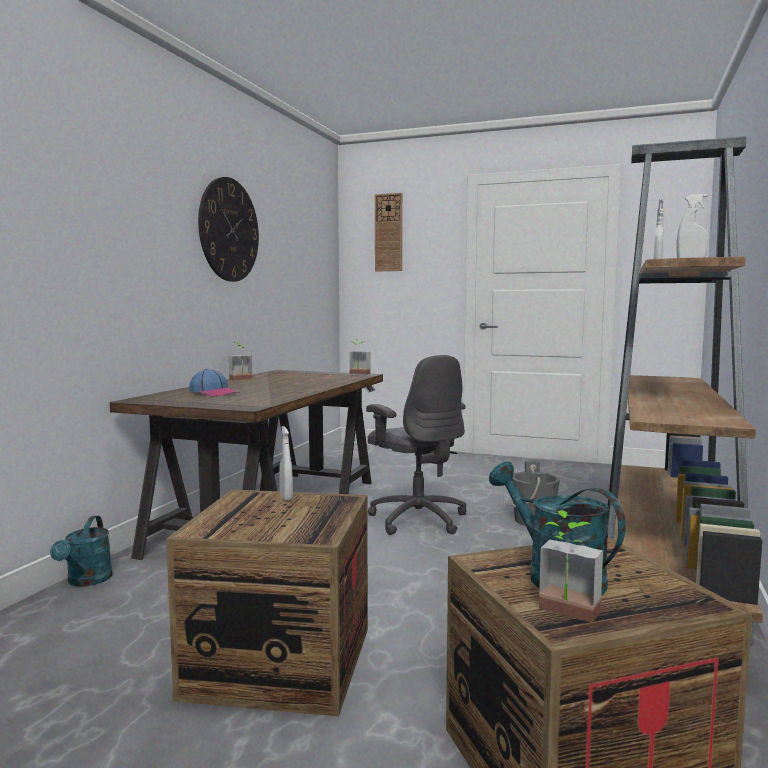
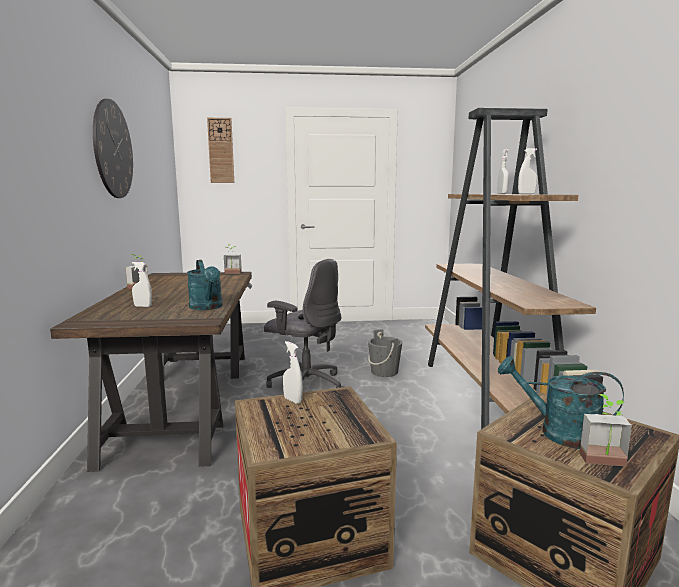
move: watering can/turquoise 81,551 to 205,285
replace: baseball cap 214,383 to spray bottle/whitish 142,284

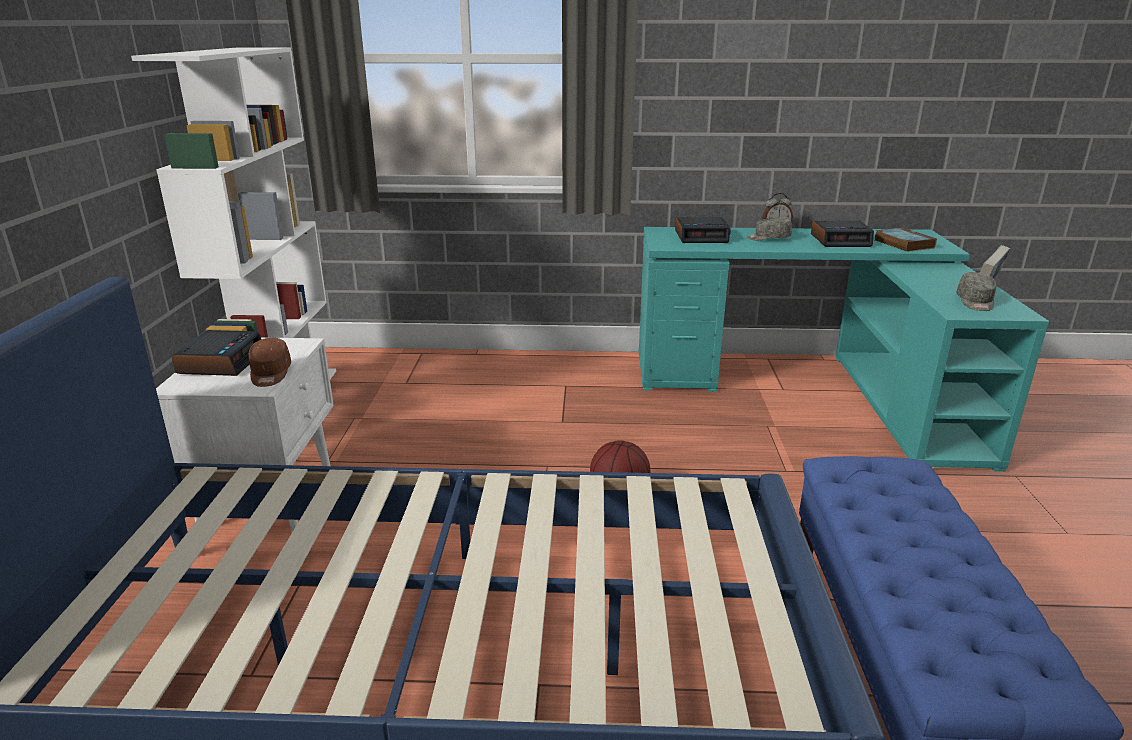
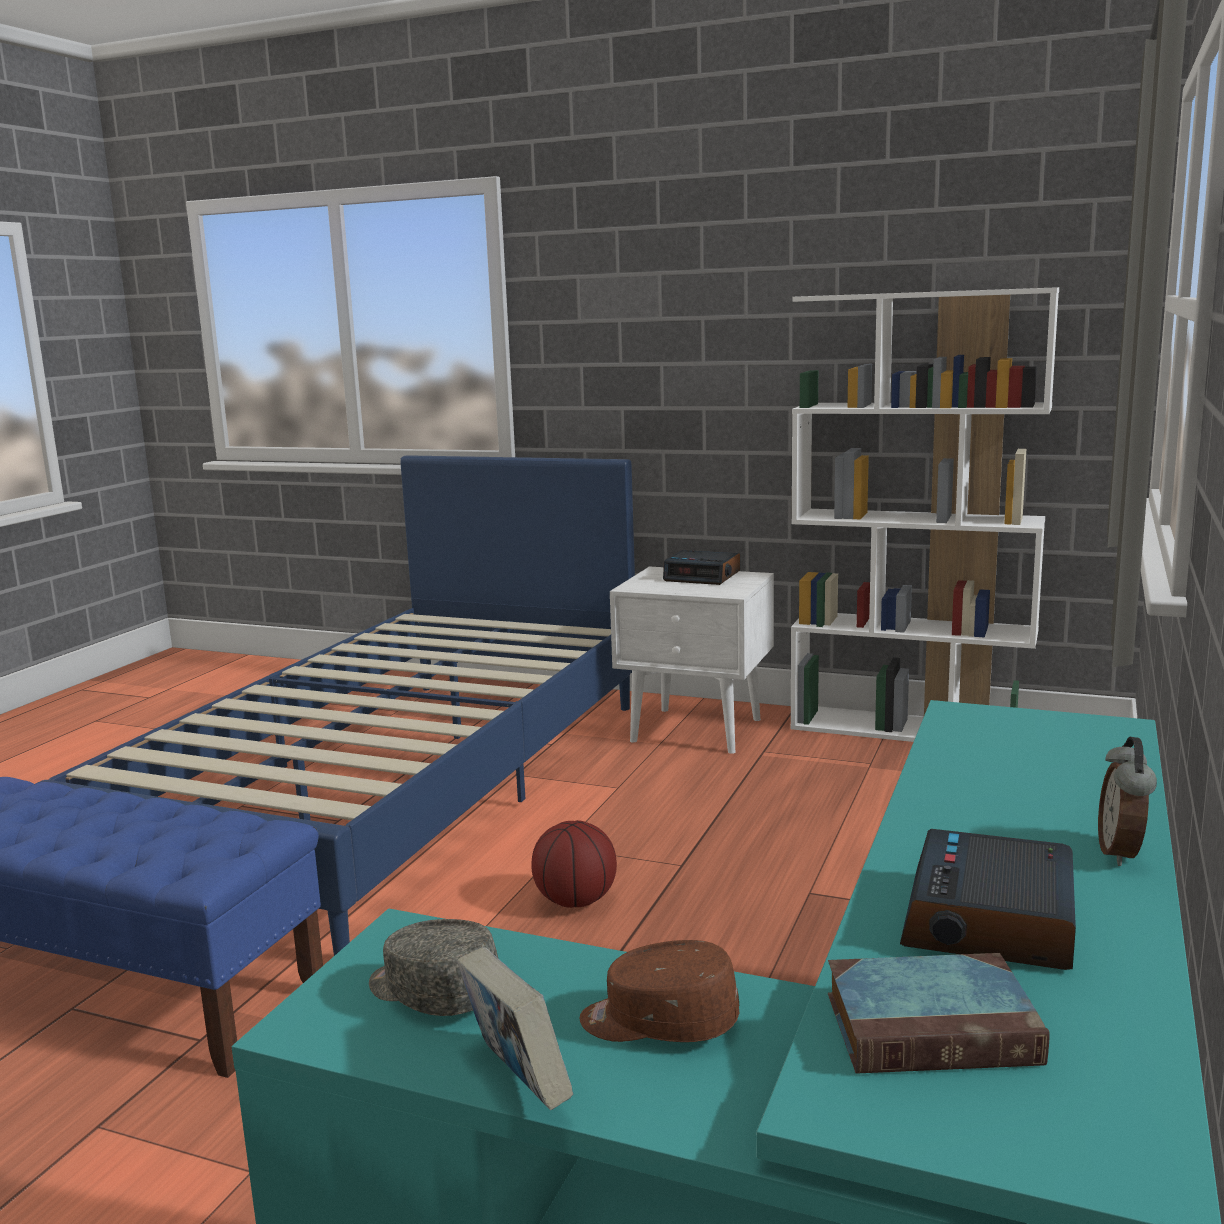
delete: bedside clock 703,230; baseball cap/gray 769,228
move: baseball cap/brownish 270,362 to 659,991

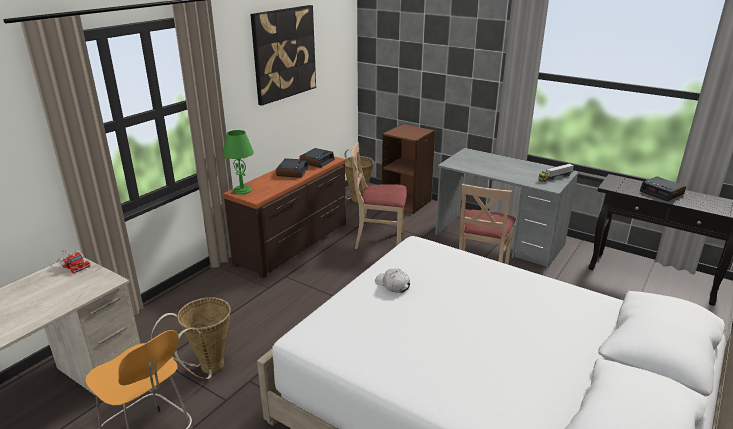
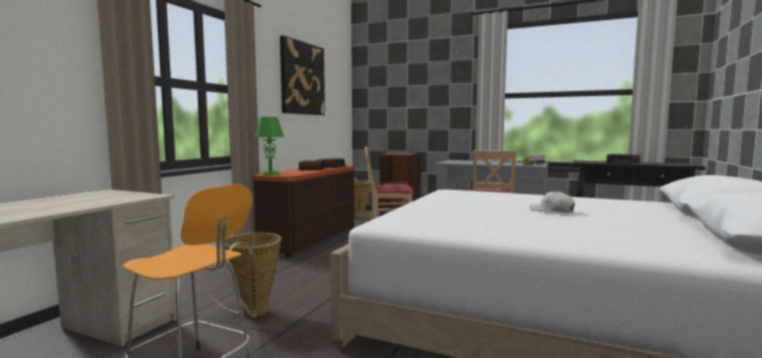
delete: toy truck 74,261
move: baseball cap/whitish 392,280 to 552,202

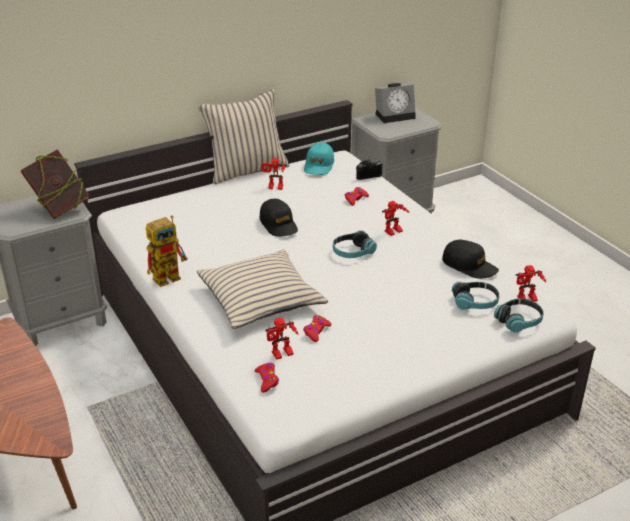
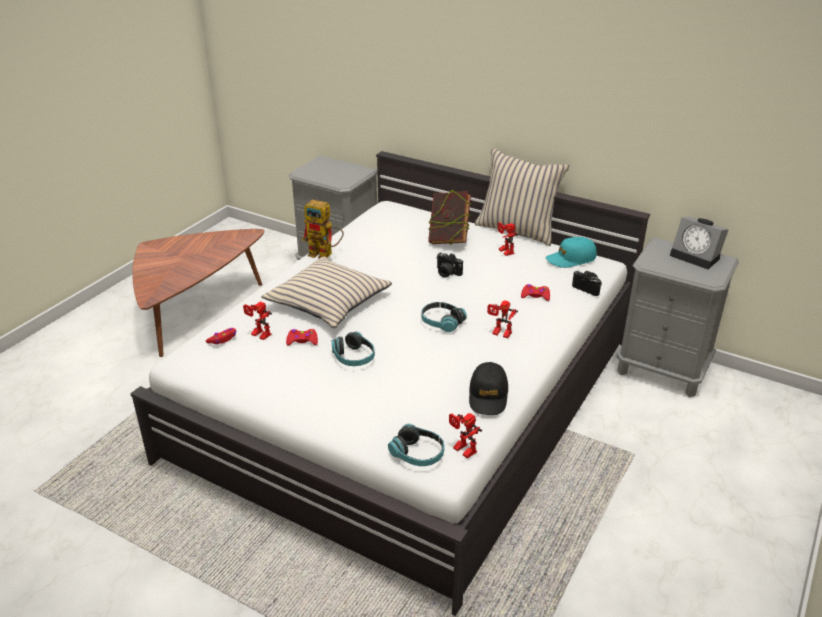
move: pair of headphones 475,296 to 353,348; bound book 55,184 to 449,217
replace: baseball cap/blackish 279,218 to photo camera 449,265

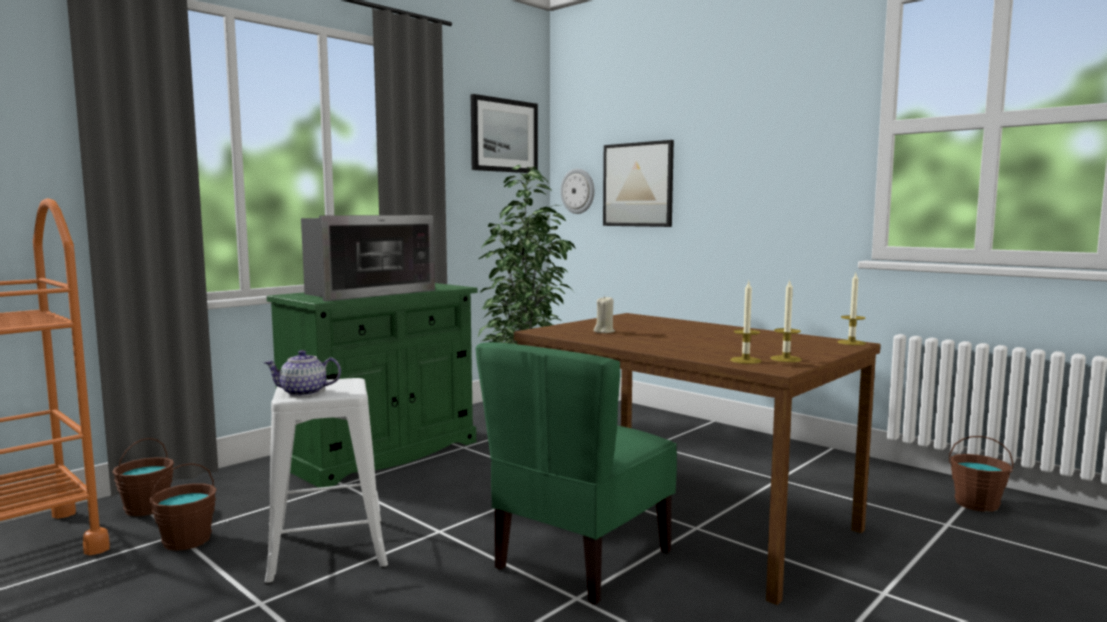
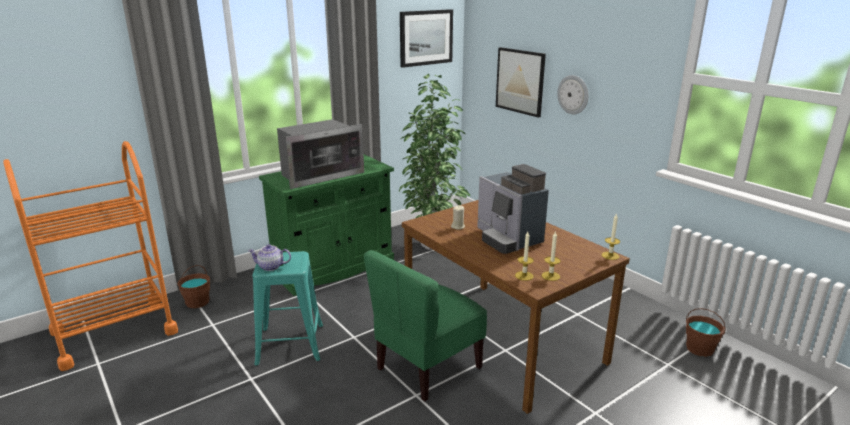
delete: pail/brownish 183,507
insert: coffee maker 513,209
move: hanging clock 577,191 to 573,94
recolor: stool/whitish 326,481 to stool/turquoise 287,309

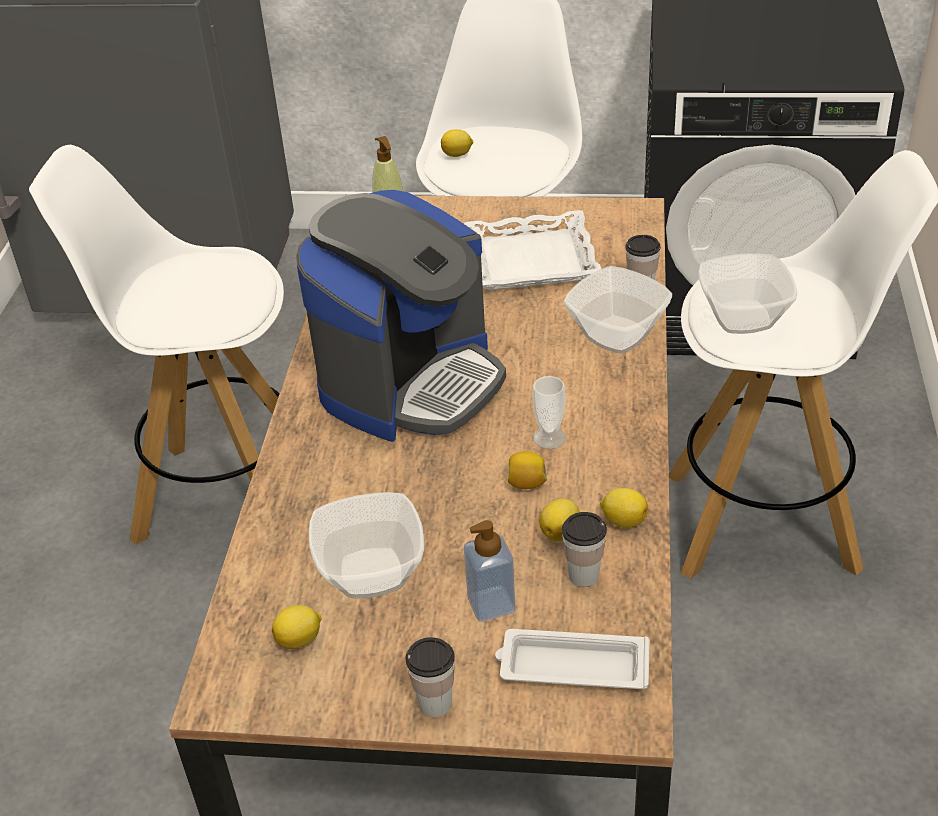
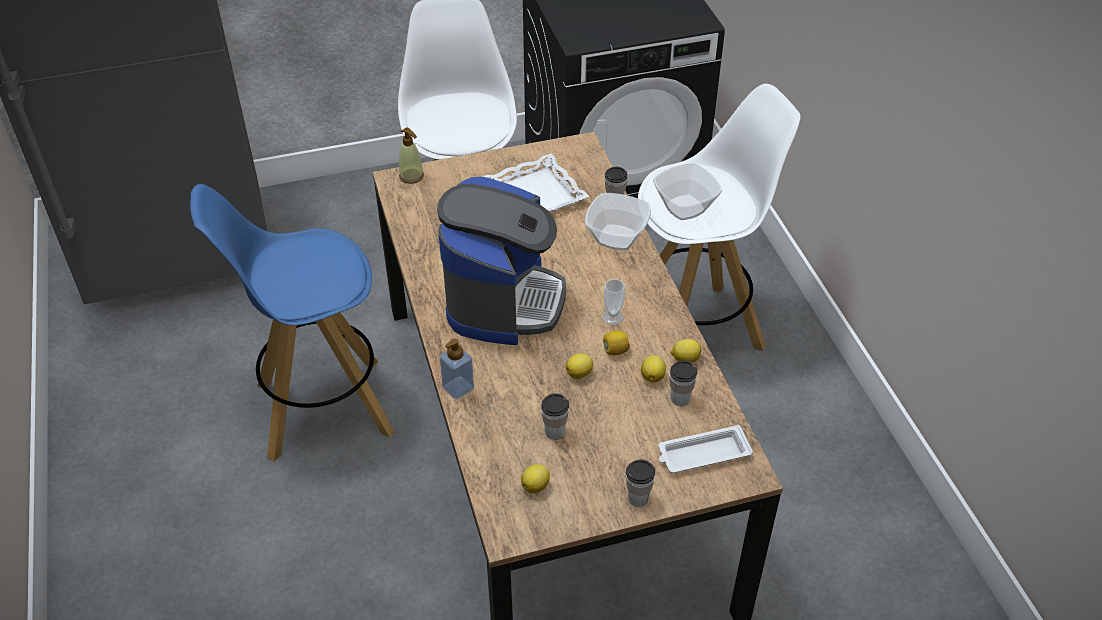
move: soap dispenser 489,571 to 457,369; citrus fruit 457,143 to 579,366
replace: bowl 366,545 to cup 555,416
recolor: stool/whitish 156,345 to stool/blue-coloured 292,323

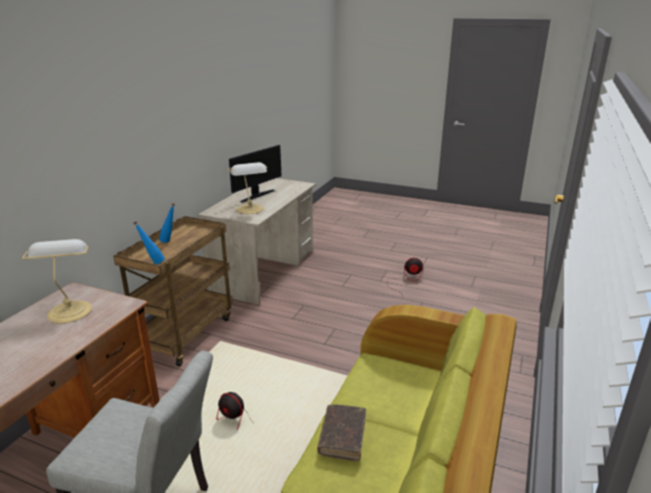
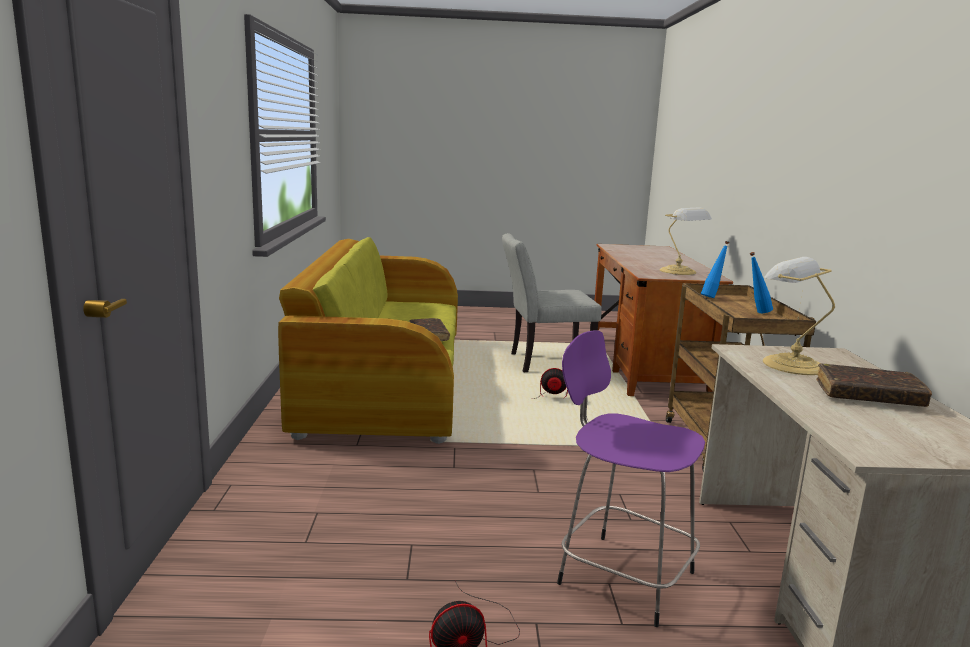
insert: stool/purple 631,478
replace: computer display 255,174 to bound book/brownish 874,385

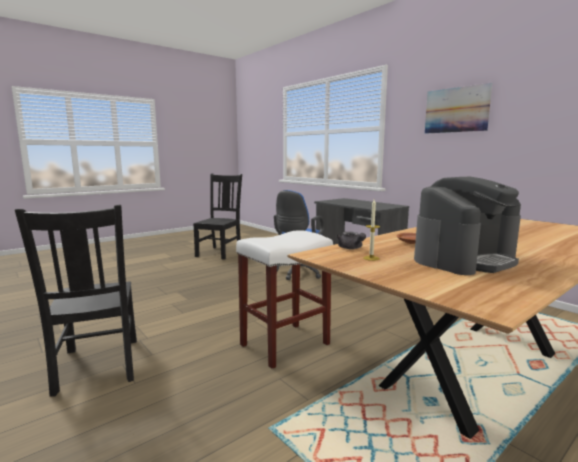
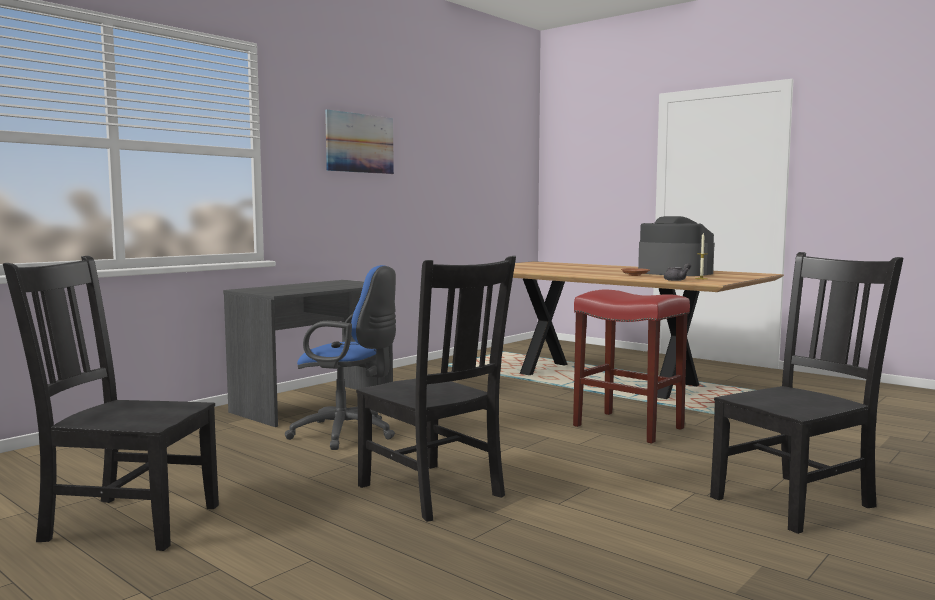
insert: chair/blackish 436,389
recolor: stool/whitish 284,299 to stool/reddish 631,366

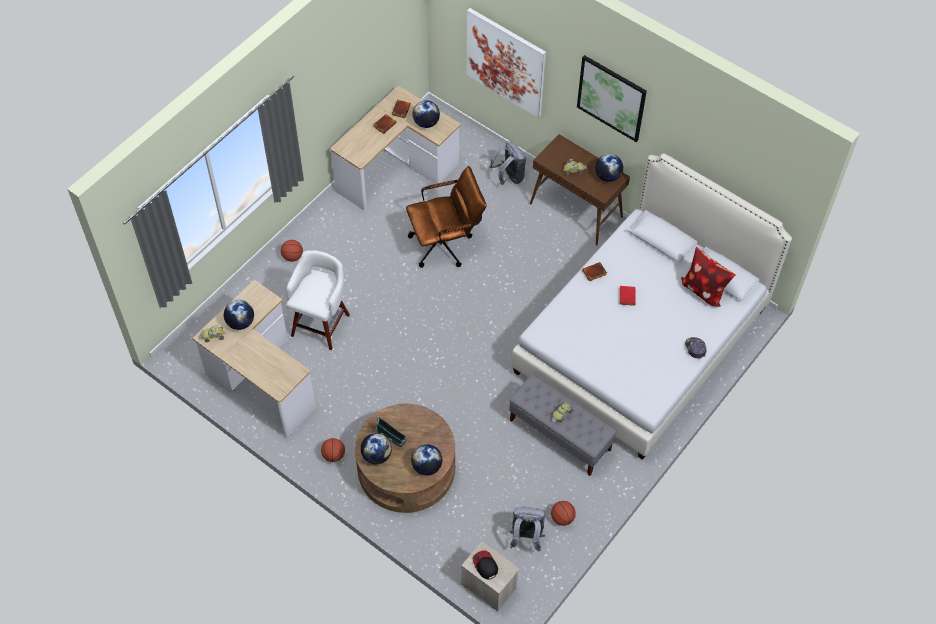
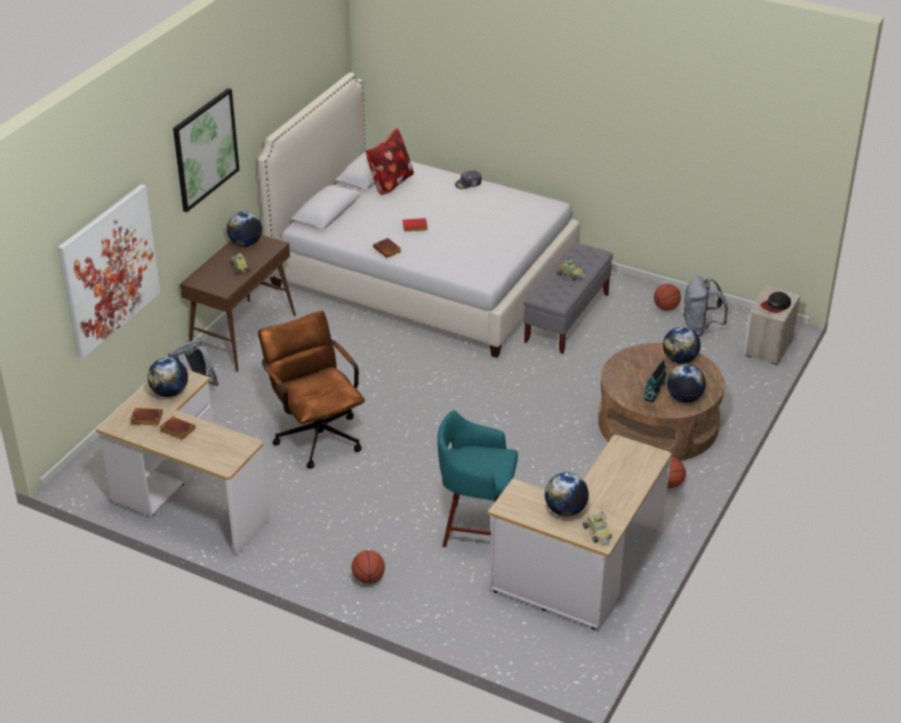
recolor: stool/whitish 318,300 to stool/turquoise 477,478

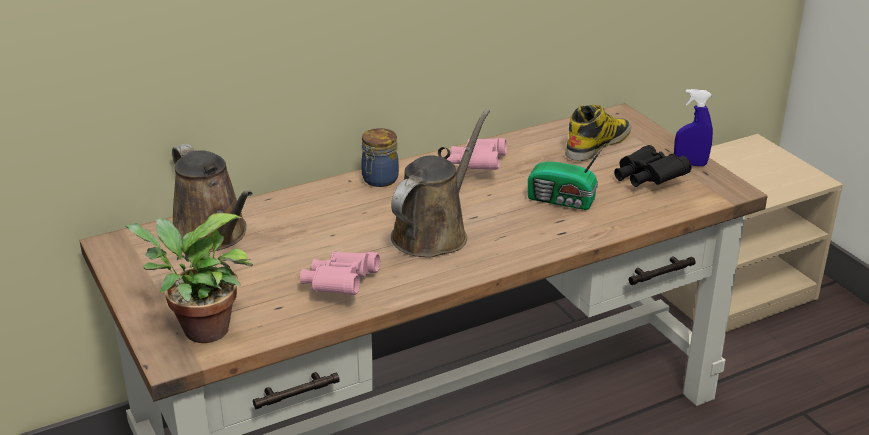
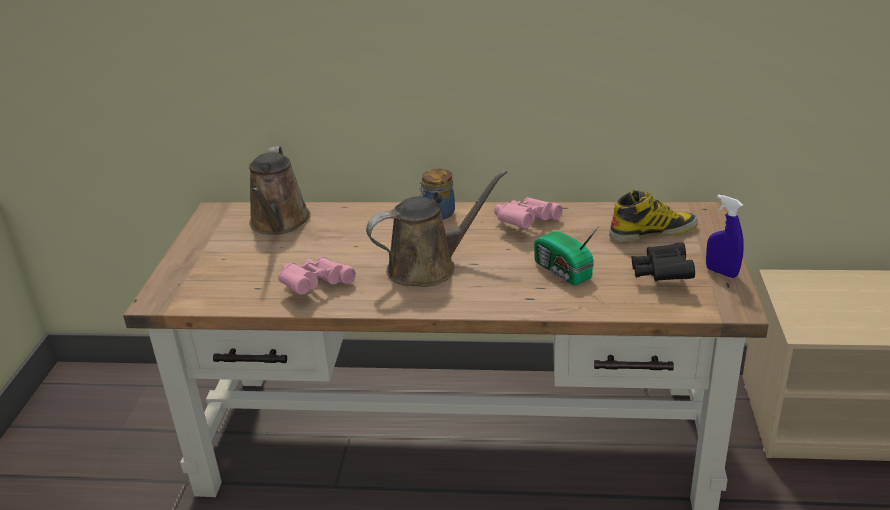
delete: plant in a pot 189,278

